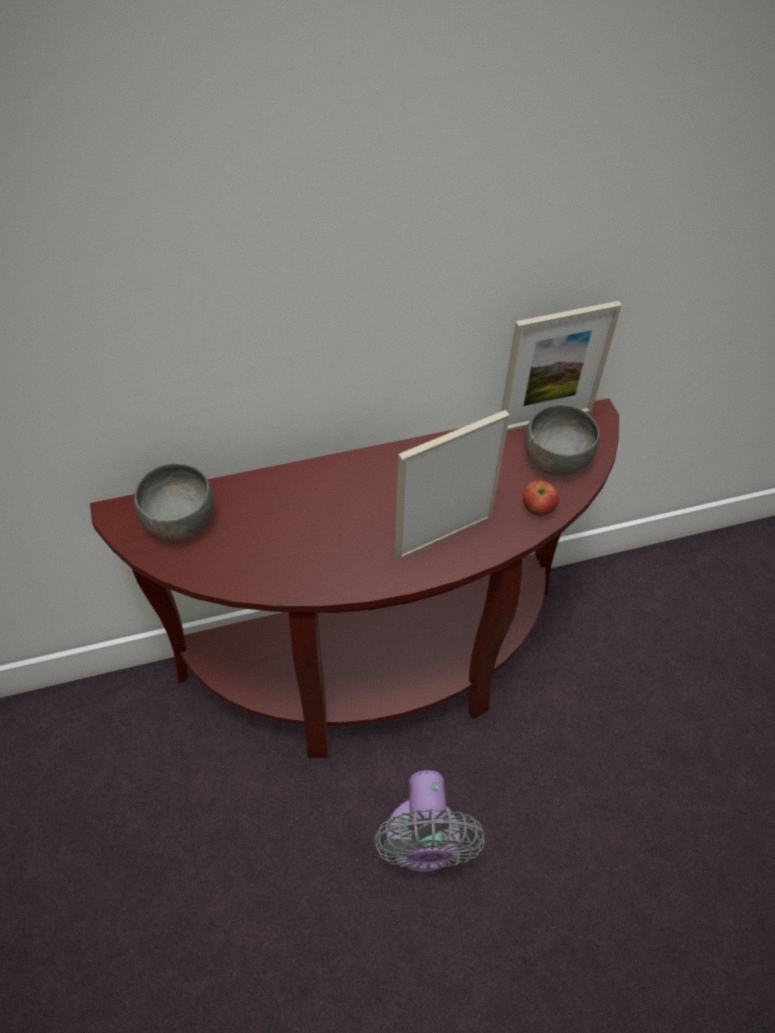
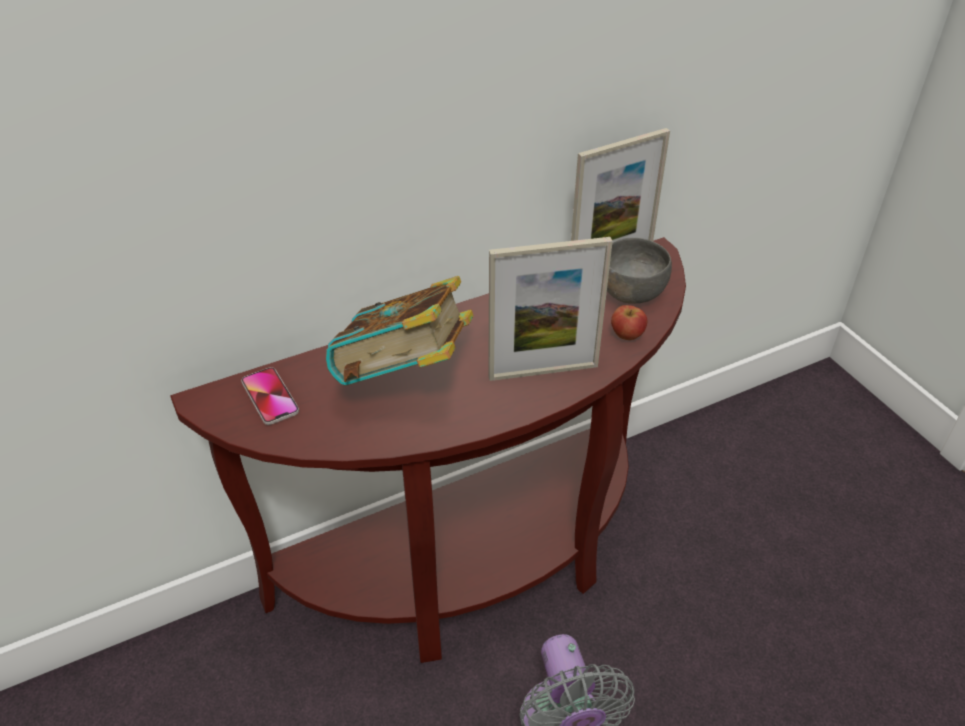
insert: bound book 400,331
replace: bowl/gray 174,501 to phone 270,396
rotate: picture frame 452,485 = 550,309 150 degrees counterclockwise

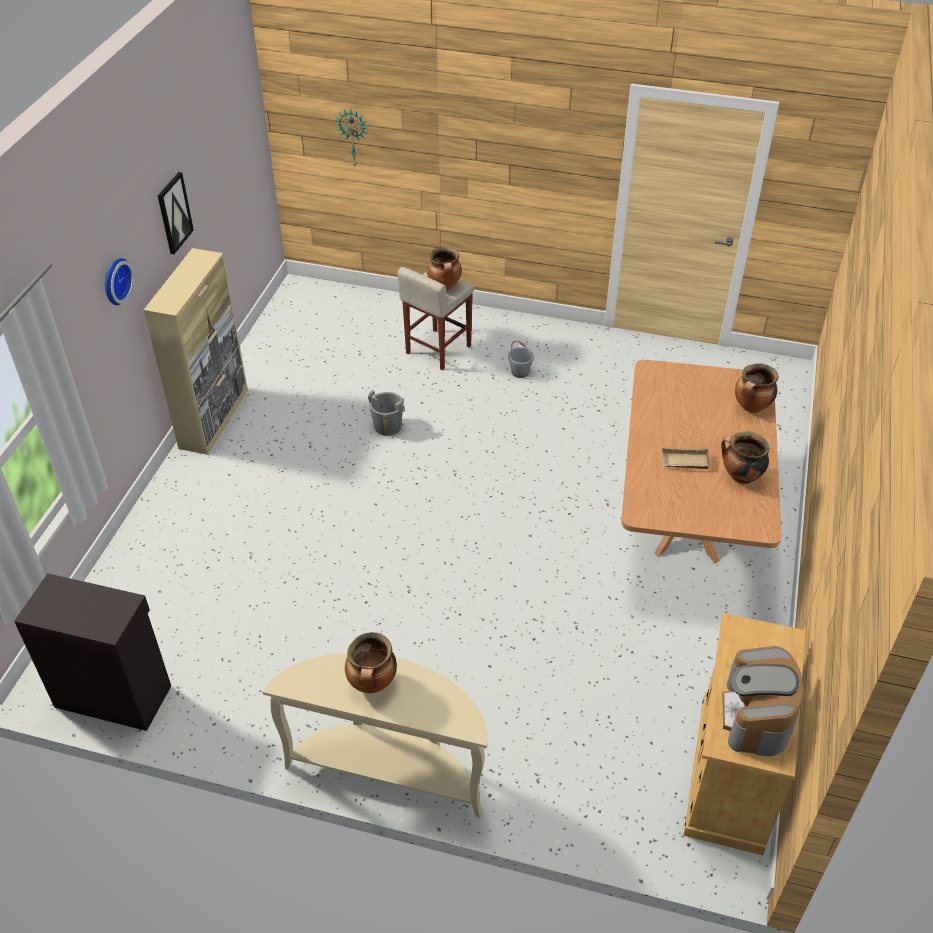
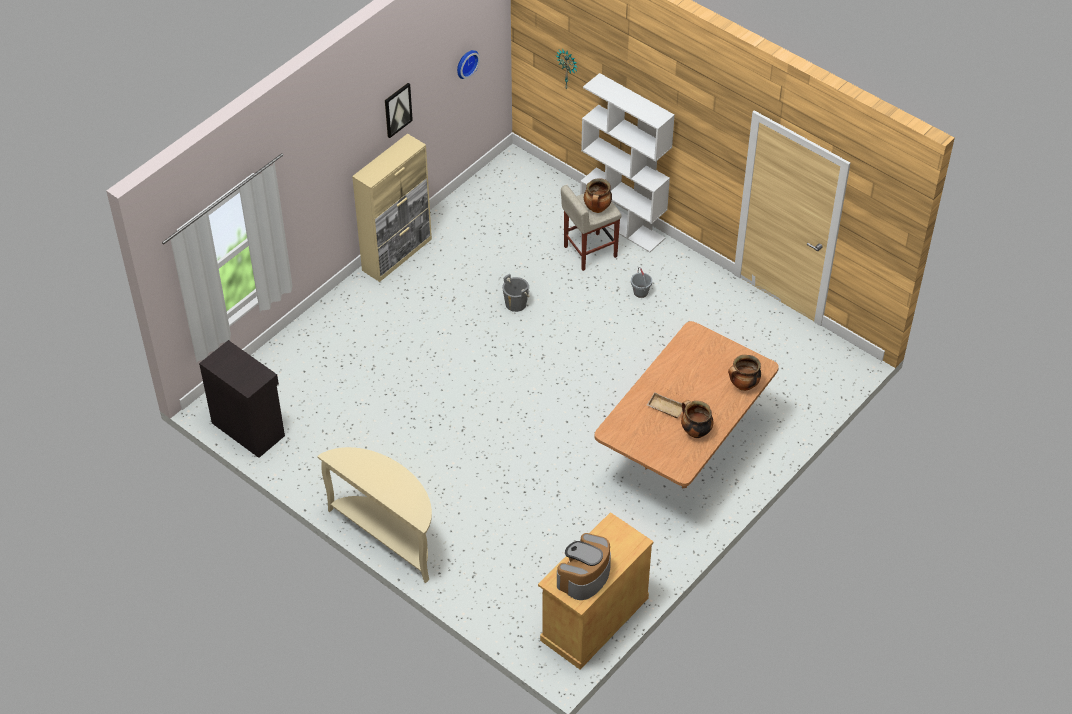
delete: saucepot 371,662
insert: bookshelf/whitish 627,162
move: hanging clock 119,281 to 468,64

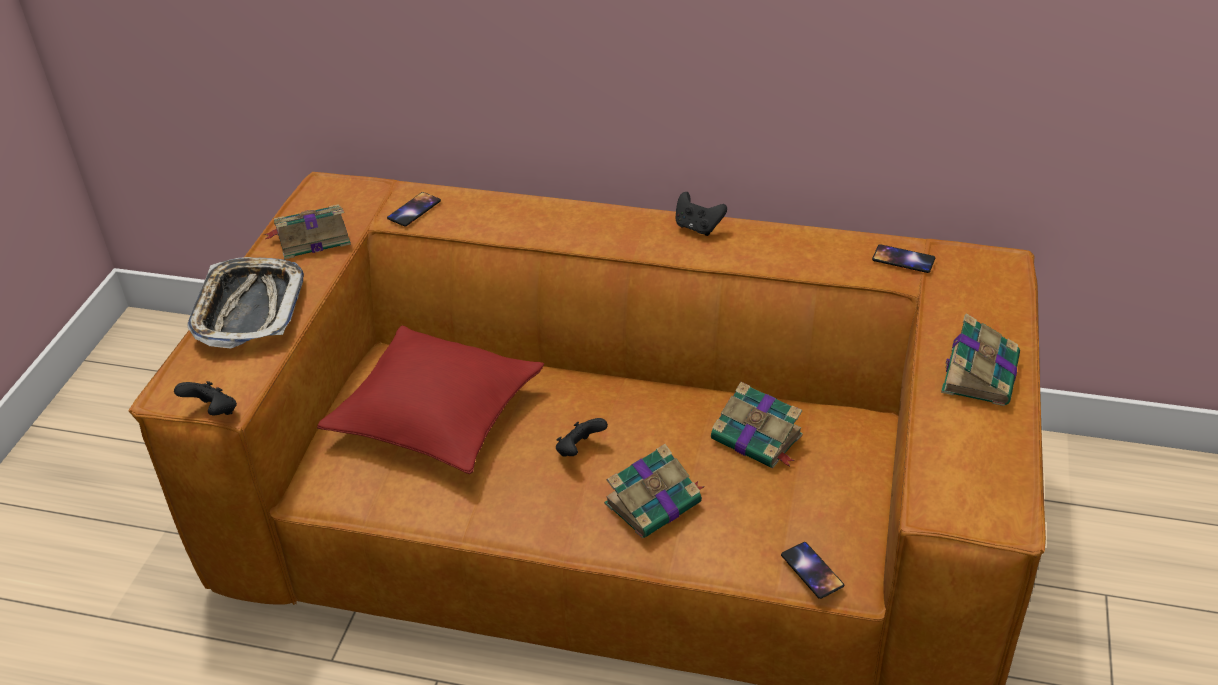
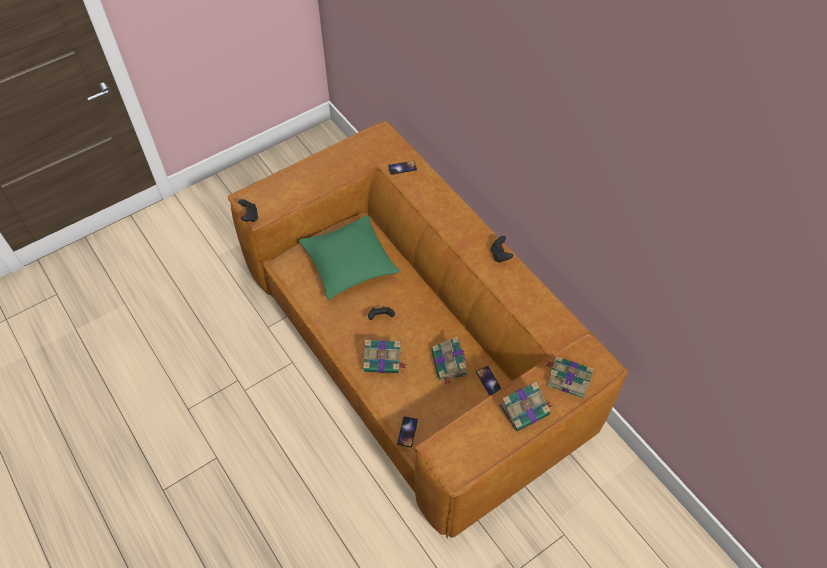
delete: carrying tray 245,303
move: phone 903,258 to 488,380; bound book 307,231 to 569,378
recolor: throw pillow/reddish 430,399 to throw pillow/greenish 349,257

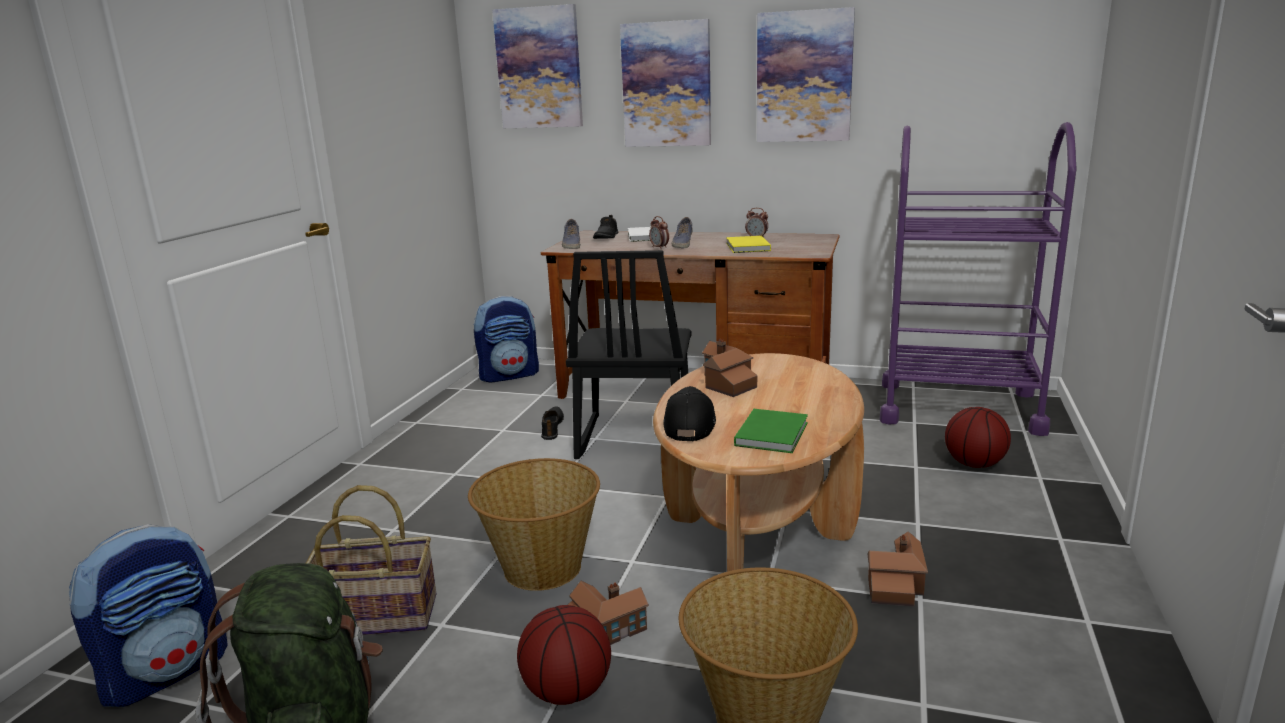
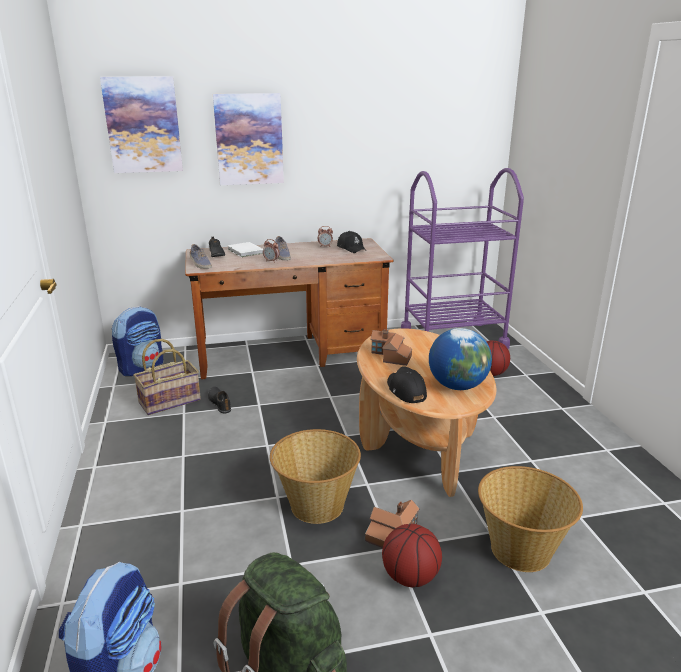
delete: chair/blackish 629,354; bound book/yellow 748,244; picture 806,74; miniature house 898,568
insert: baseball cap/blackish 351,242
move: storage basket 371,560 to 167,377
replace: bound book/greenish 771,431 to desk globe 460,359

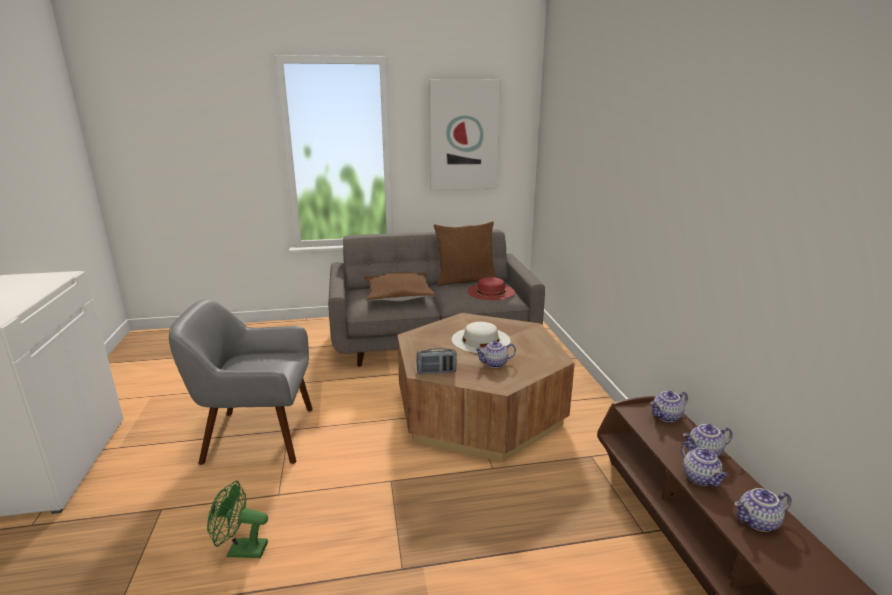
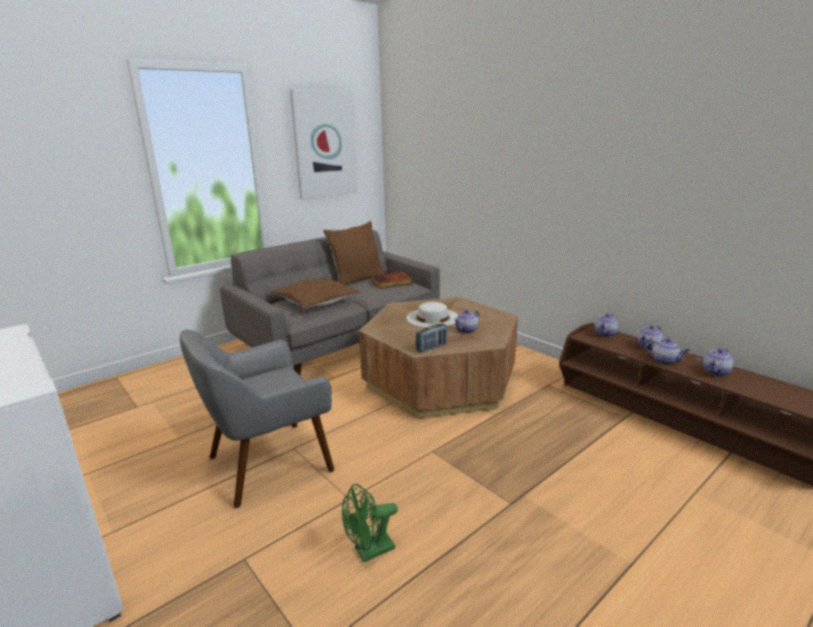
replace: wearable hat/reddish 491,288 to bound book 391,280

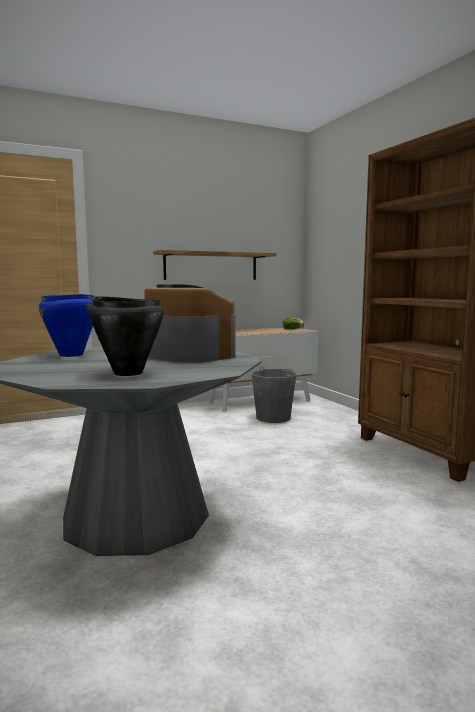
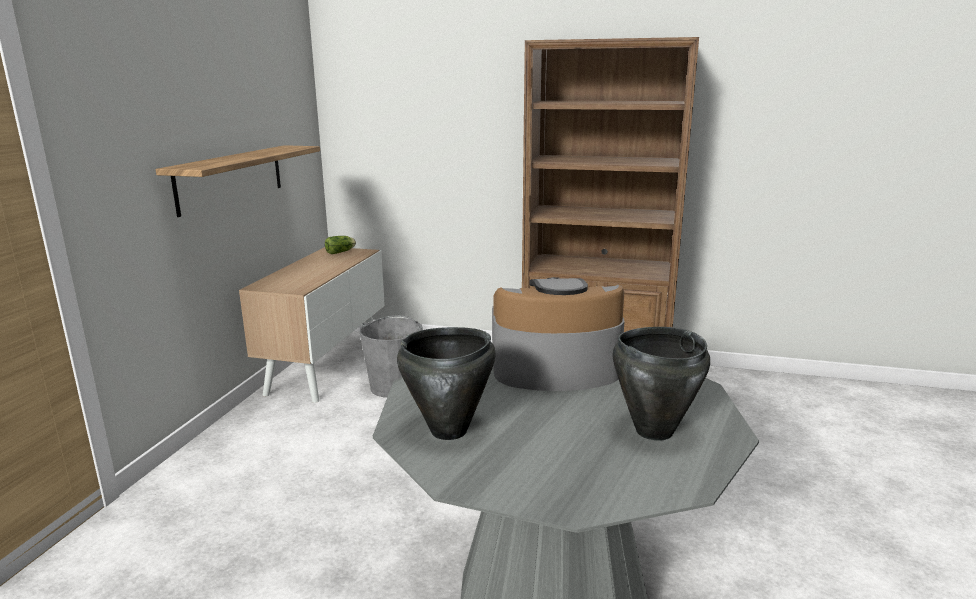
recolor: saucepot/blue-coloured 67,325 to saucepot/blackish 446,383

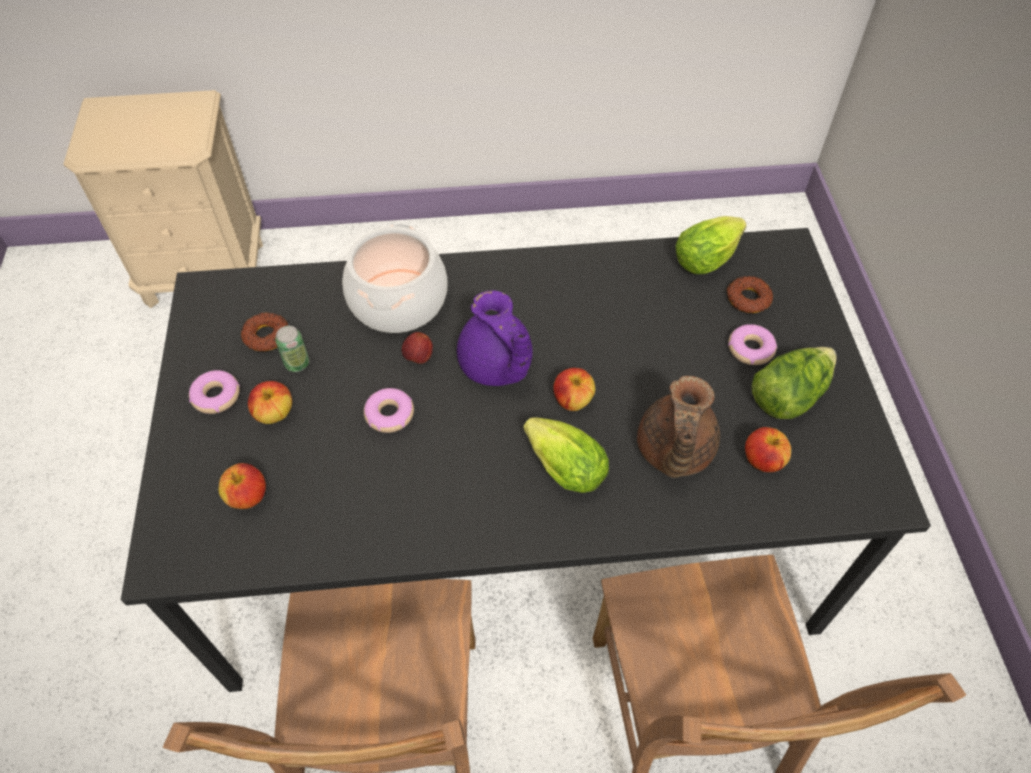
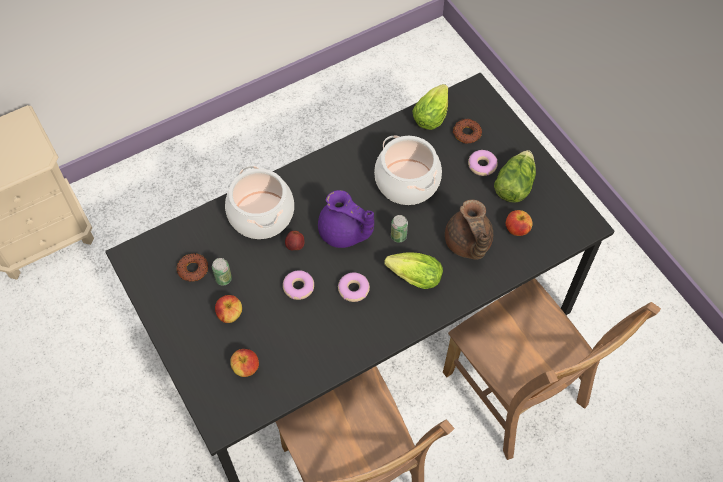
insert: saucepot 408,170
move: ring doughnut 214,392 to 354,287
replace: whole apple 574,389 to metal can 399,229

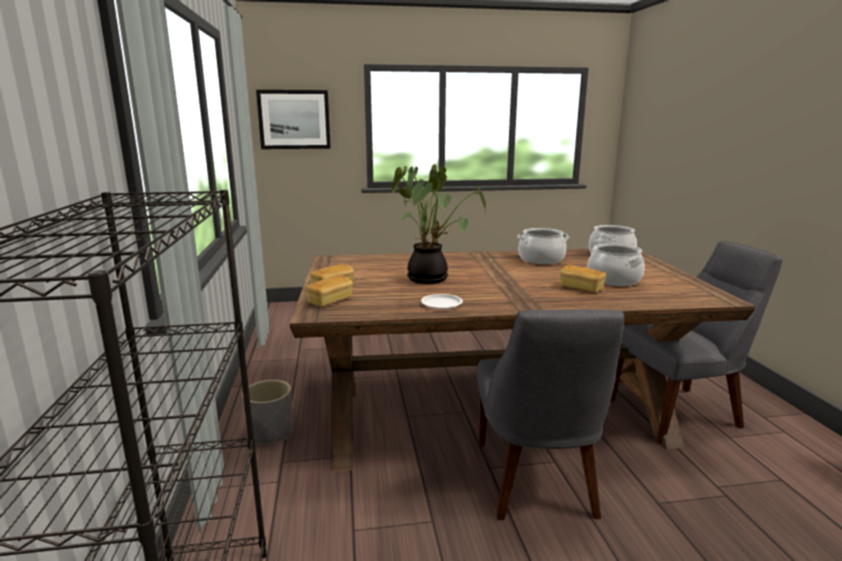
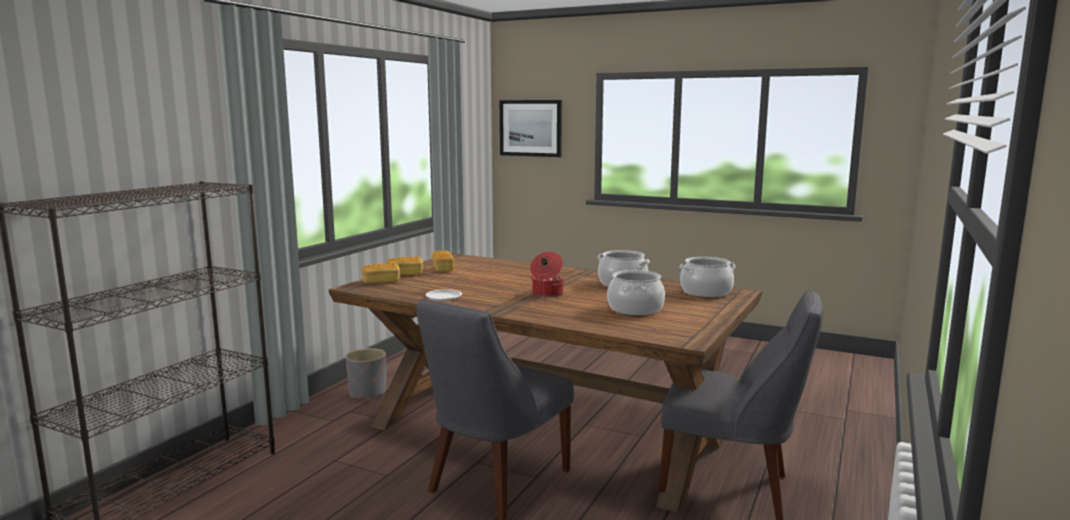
delete: plant in a pot 438,224
insert: saucepot 547,274
move: baked bread 583,279 to 443,261

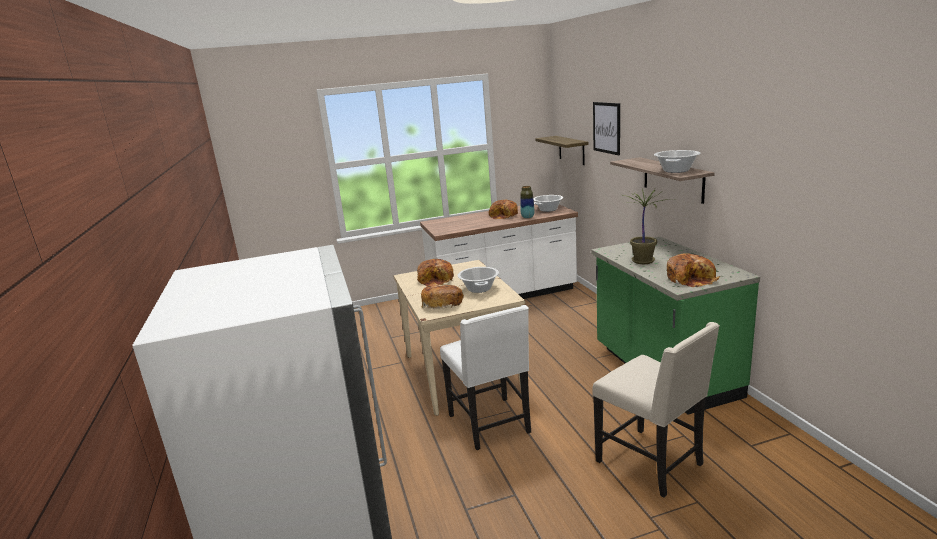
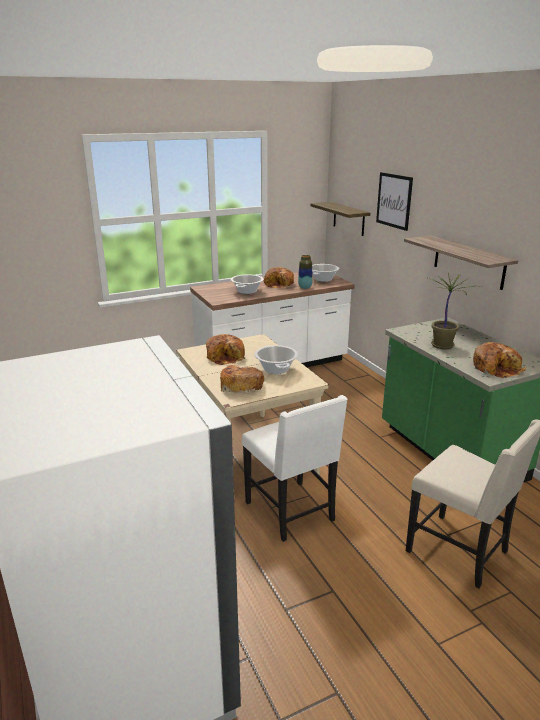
move: saucepot 677,161 to 247,284

